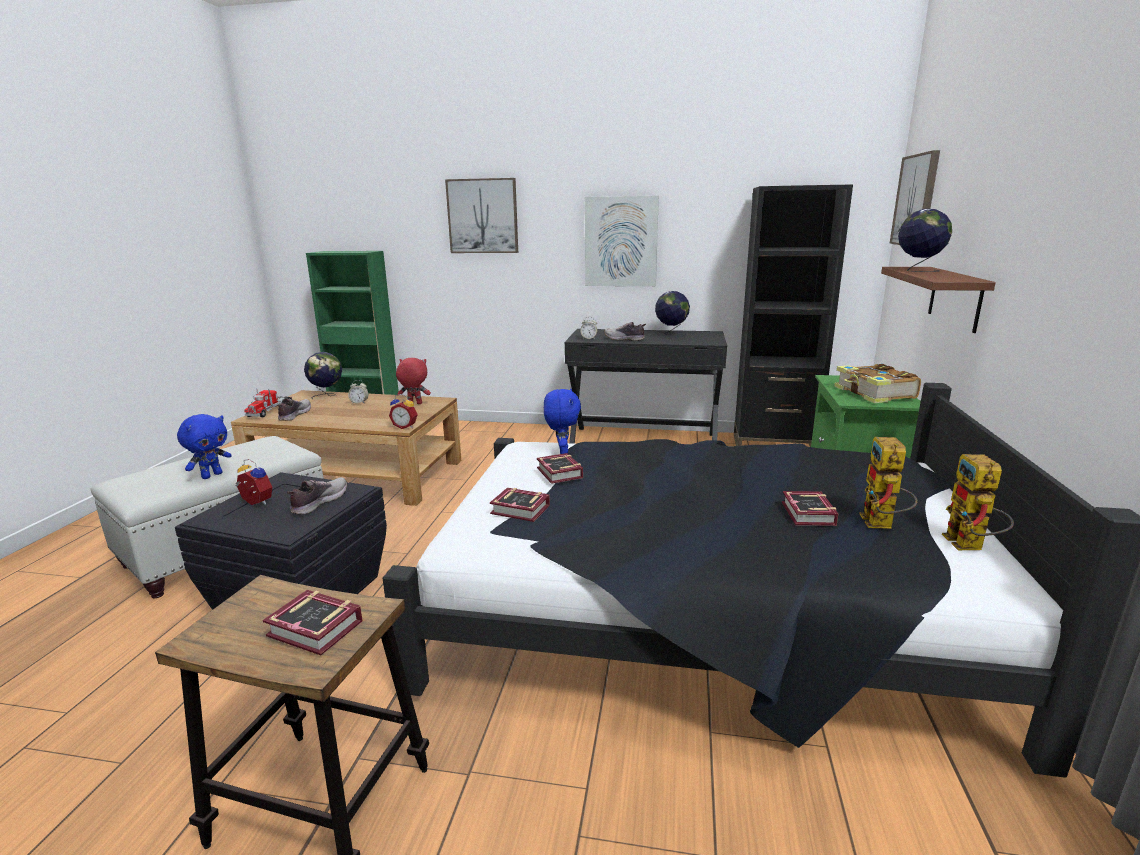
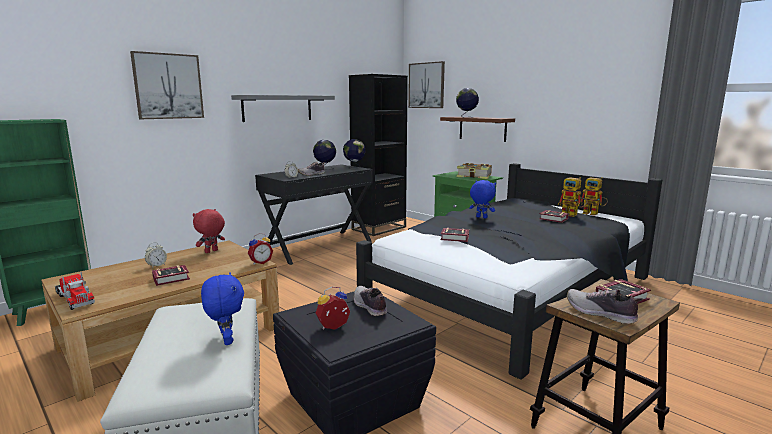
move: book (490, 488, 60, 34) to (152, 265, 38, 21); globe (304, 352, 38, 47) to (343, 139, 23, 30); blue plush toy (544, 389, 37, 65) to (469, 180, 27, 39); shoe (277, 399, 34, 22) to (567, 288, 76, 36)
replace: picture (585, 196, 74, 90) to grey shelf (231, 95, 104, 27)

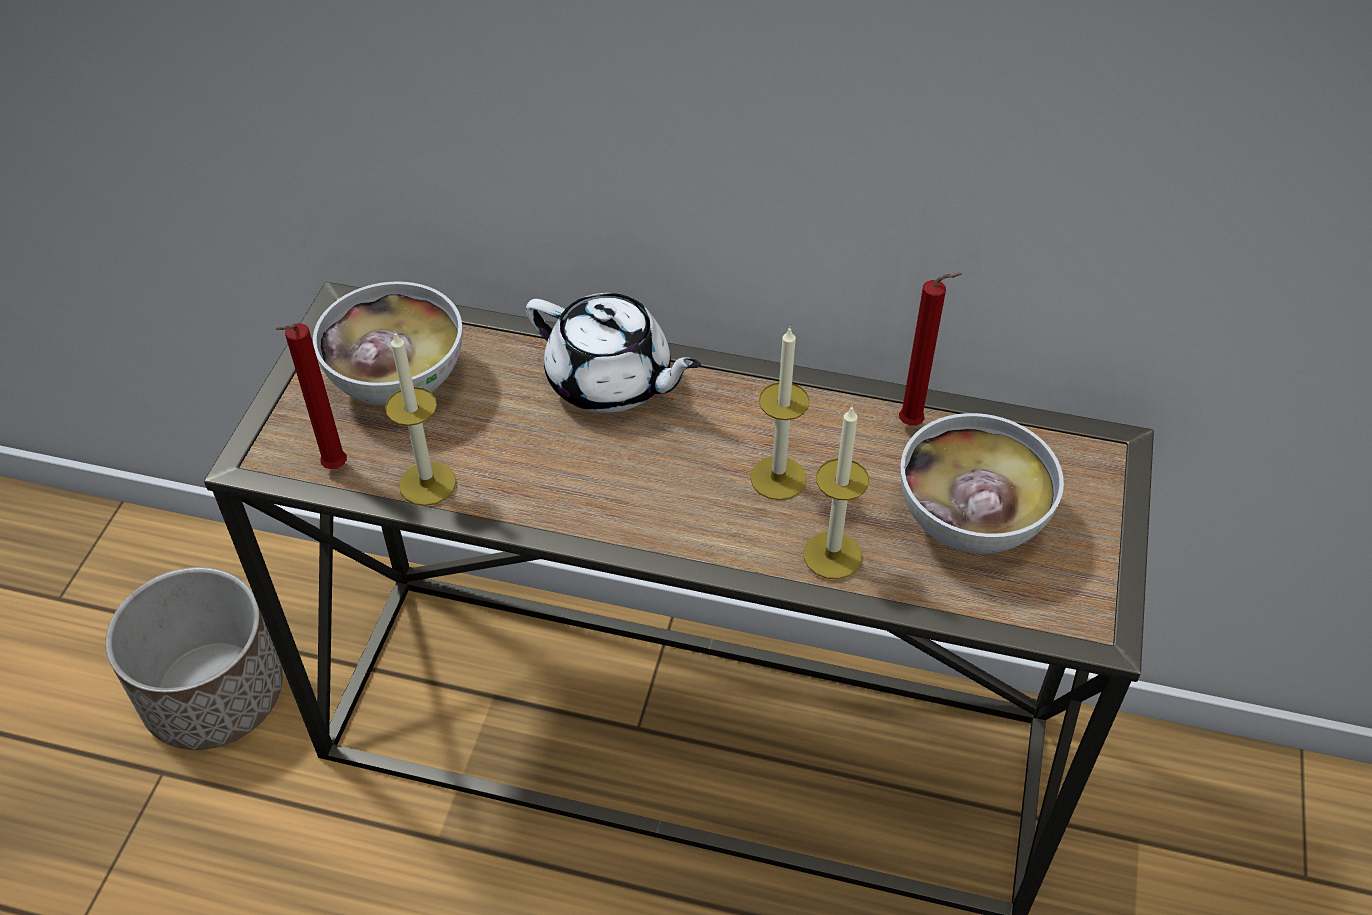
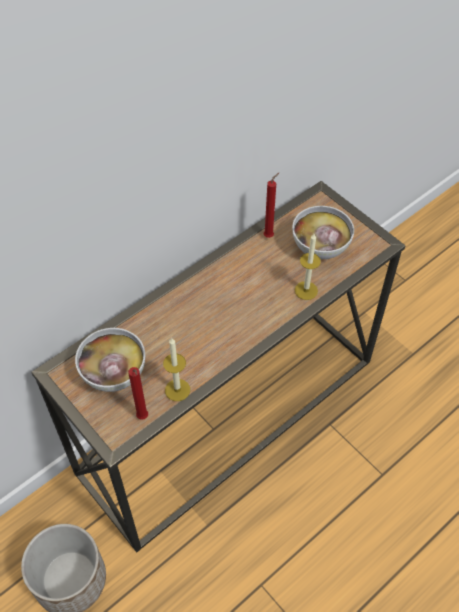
delete: white teapot (526, 293, 175, 120); candle (750, 328, 60, 172)

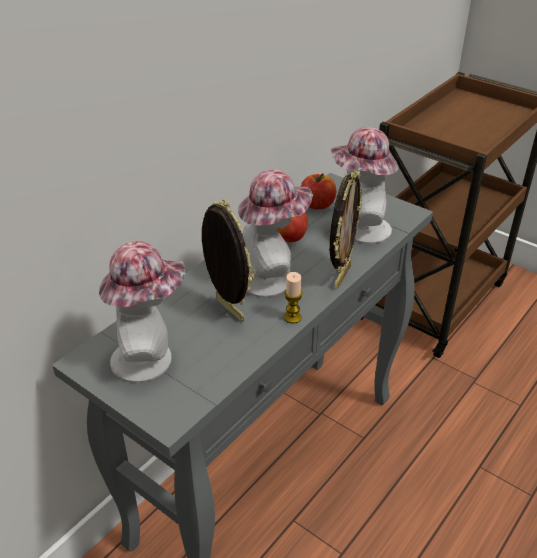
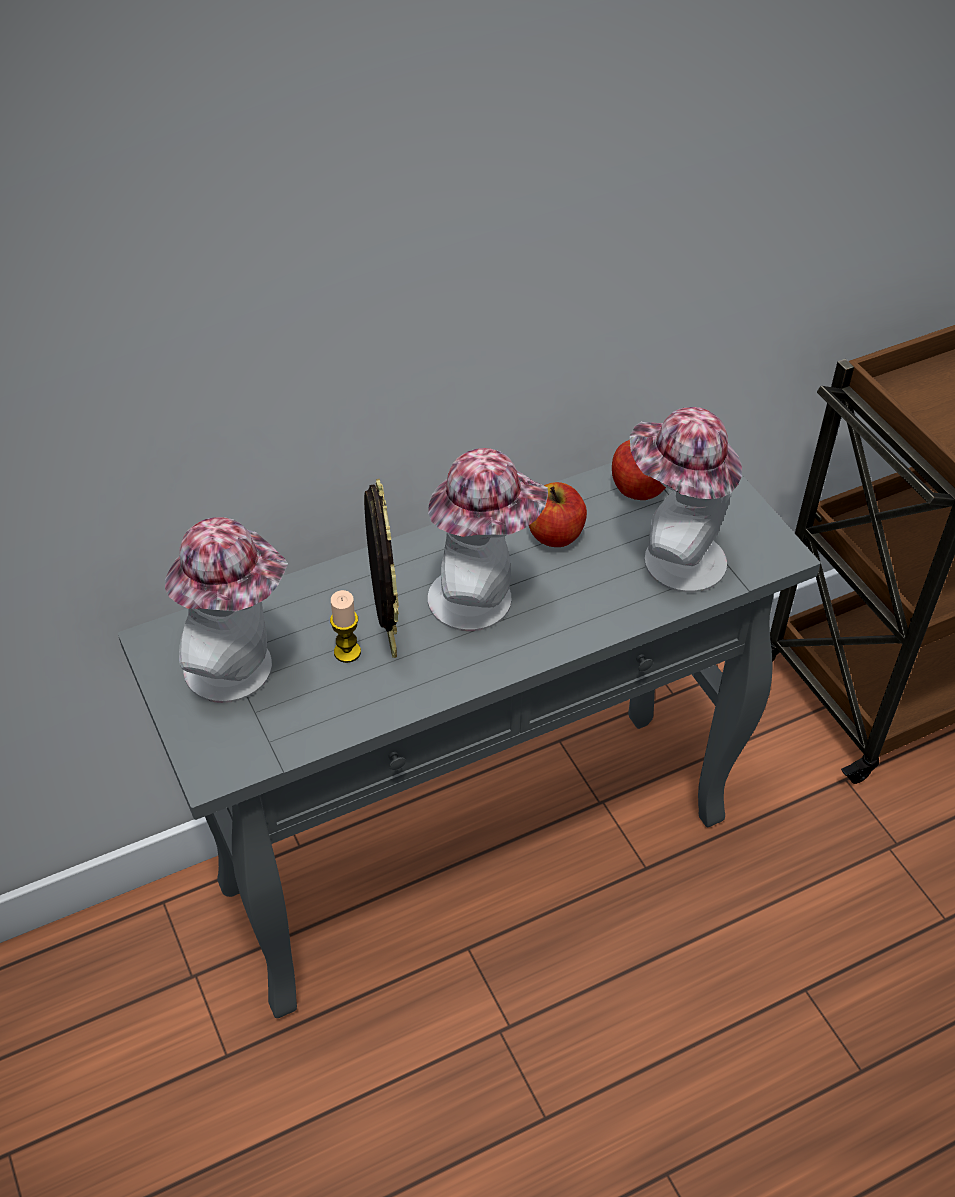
delete: picture frame (330, 170, 32, 119)
move: candle (284, 272, 19, 52) to (330, 590, 31, 73)

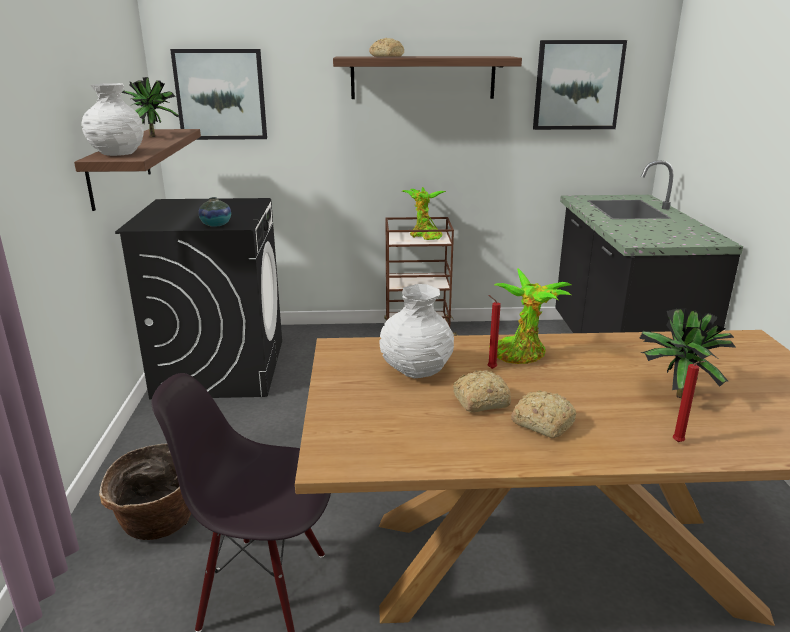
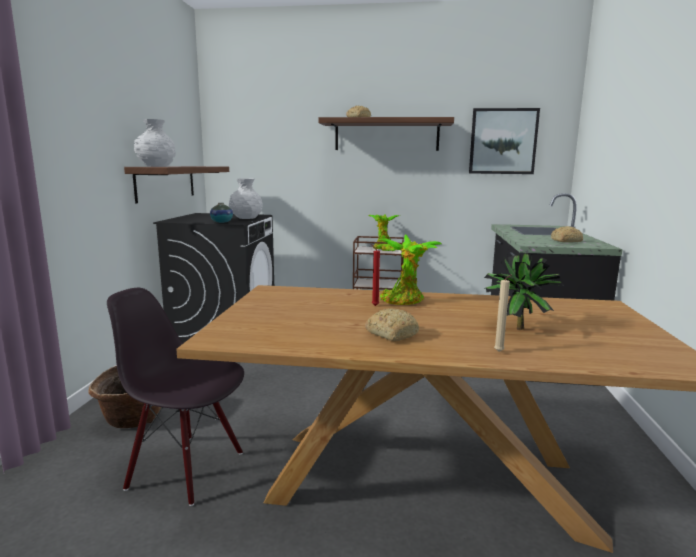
delete: potted plant (122, 77, 57, 60); picture (170, 49, 97, 91)
move: white vase (380, 284, 74, 95) to (229, 178, 34, 41); bread (453, 370, 58, 42) to (551, 226, 32, 16)
recolor: red candle (673, 361, 32, 81) to beige candle (494, 274, 18, 78)

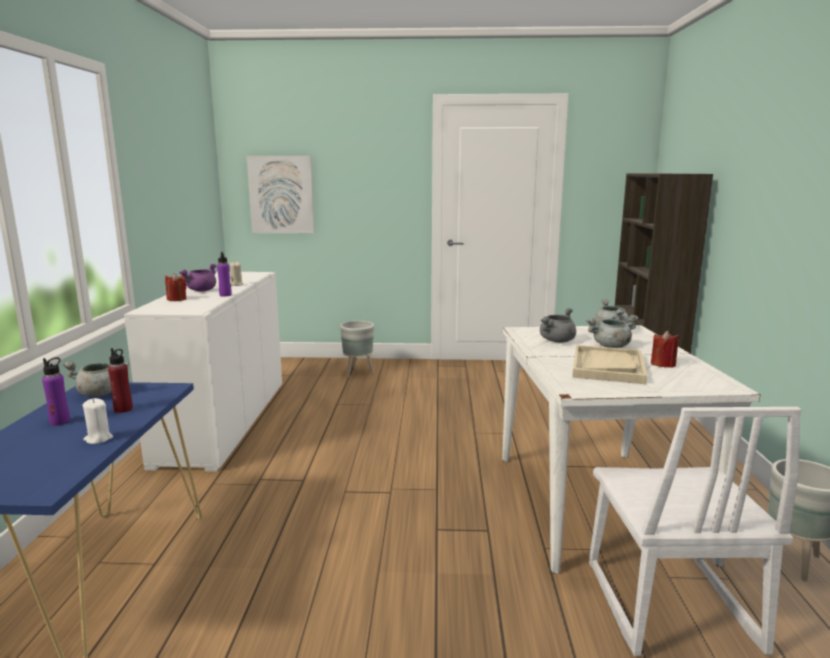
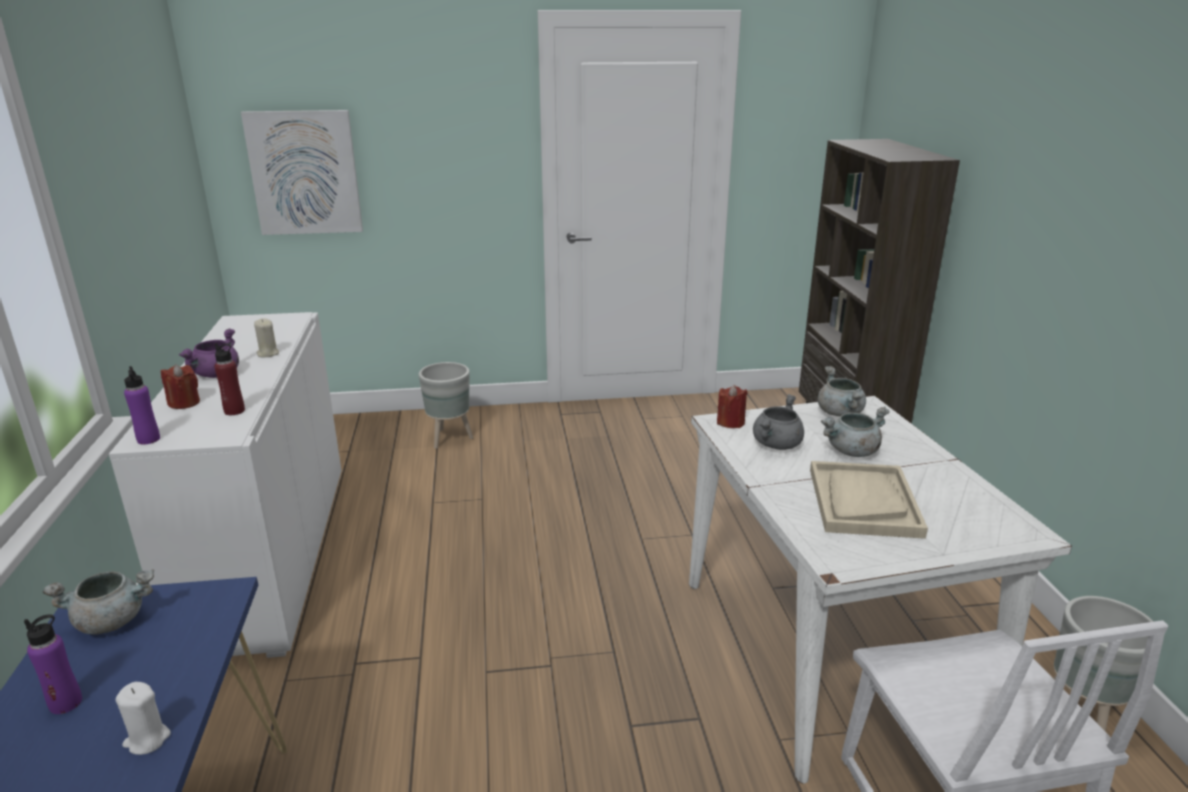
move: purple bottle (217, 252, 15, 44) to (124, 366, 36, 79); red bottle (108, 348, 25, 65) to (214, 343, 31, 72); red candle (651, 331, 28, 37) to (717, 385, 30, 43)

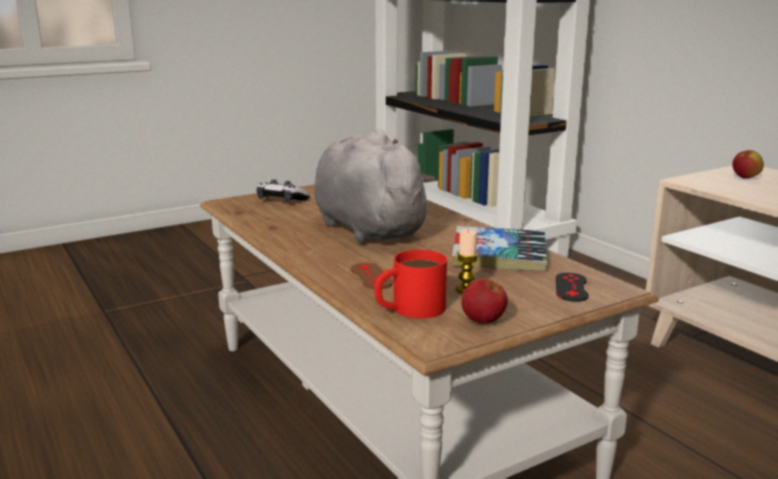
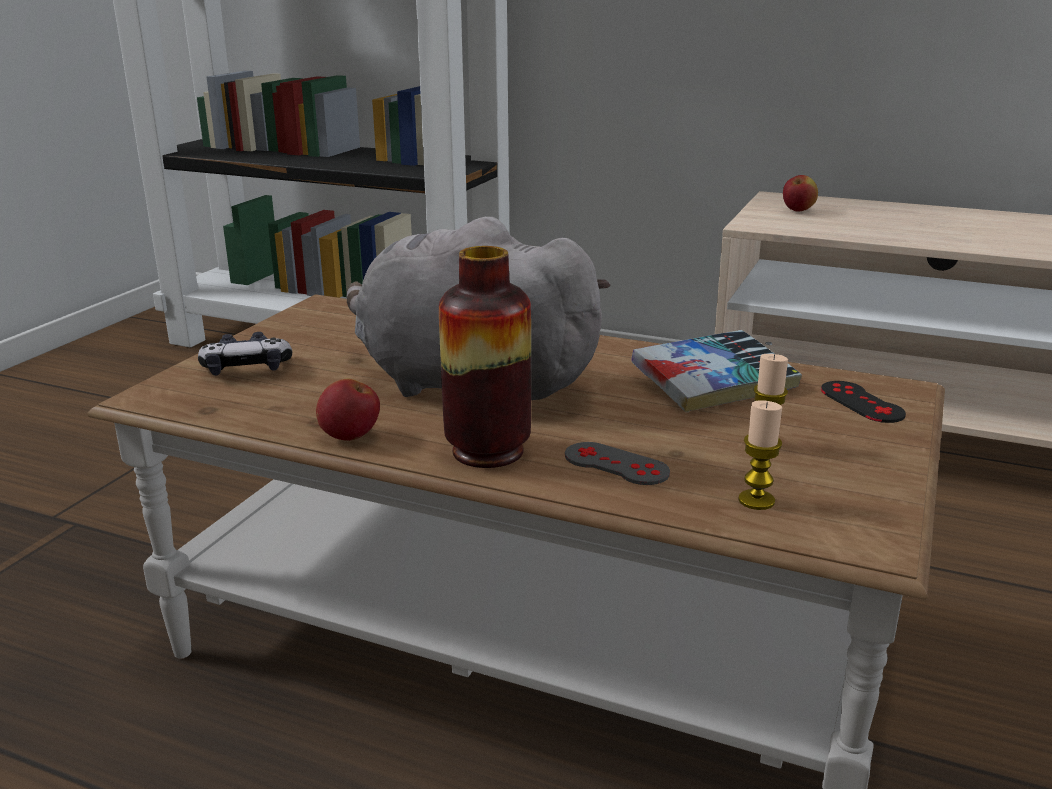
insert: vase (439, 246, 92, 222)
move: apple (462, 279, 46, 45) to (316, 378, 64, 63)
replace: red mug (374, 250, 73, 68) to candle (738, 400, 44, 110)
recolor: brown game controller (351, 263, 42, 26) to grey game controller (565, 442, 105, 43)

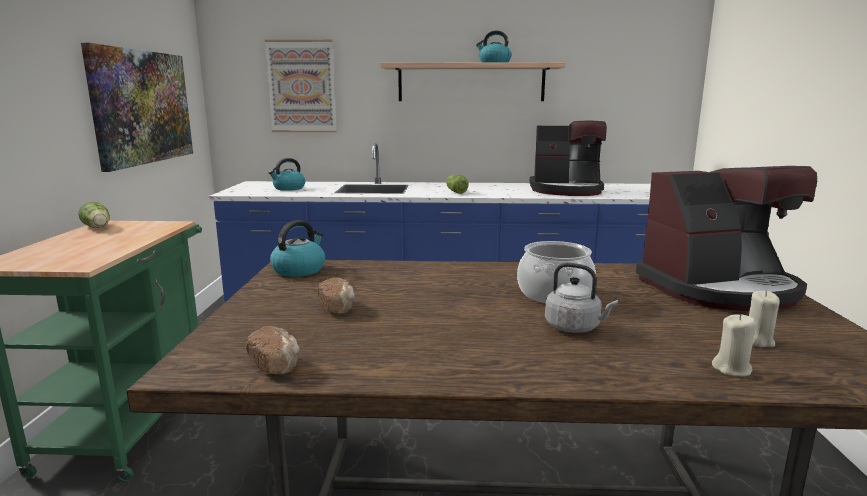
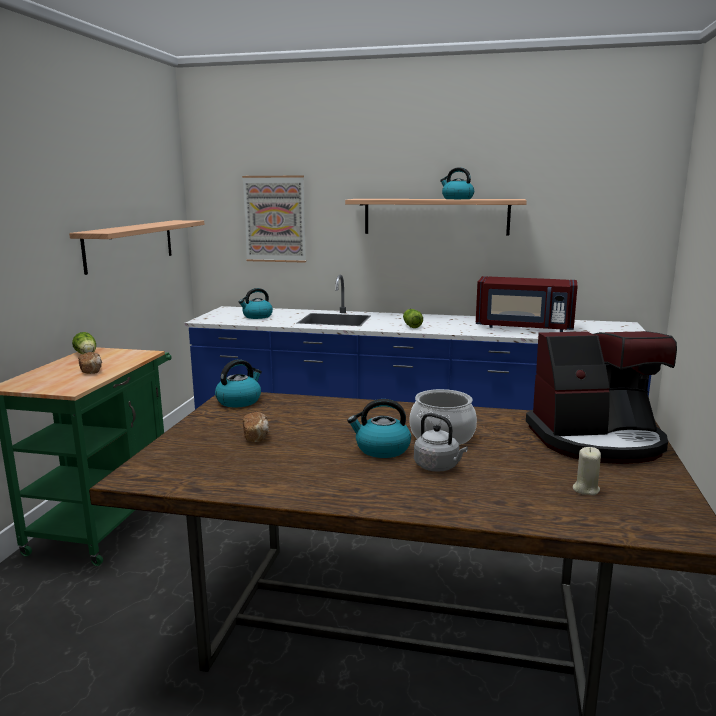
delete: beige candle (712, 314, 44, 63)
insert: kettle (347, 399, 64, 59)
move: bread (246, 326, 53, 48) to (78, 352, 24, 22)
replace: picture (81, 43, 112, 129) to shelf (69, 220, 135, 55); coffee machine (529, 121, 78, 75) to red microwave (476, 276, 102, 56)

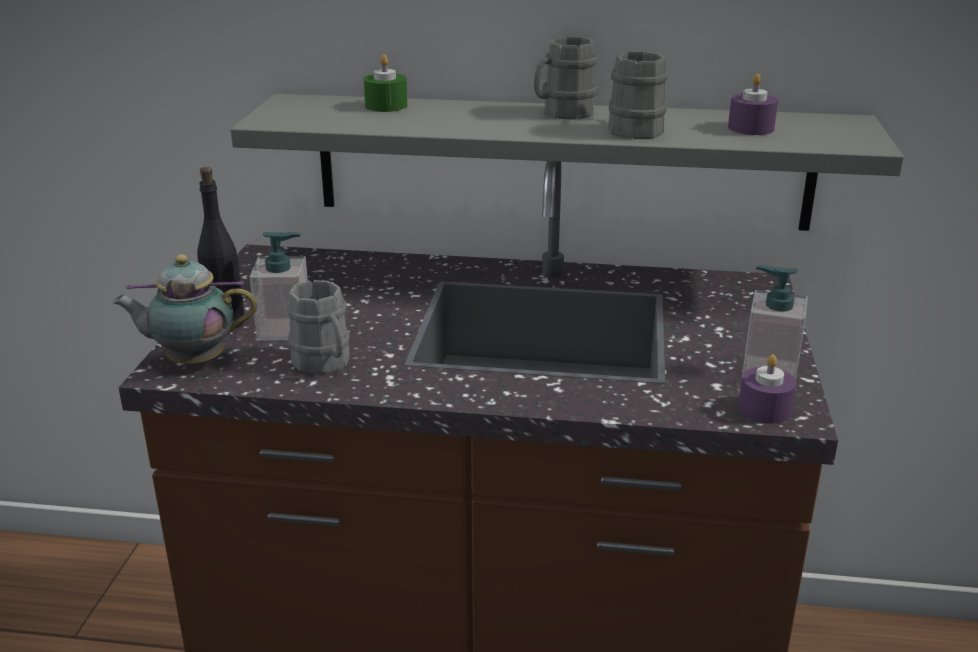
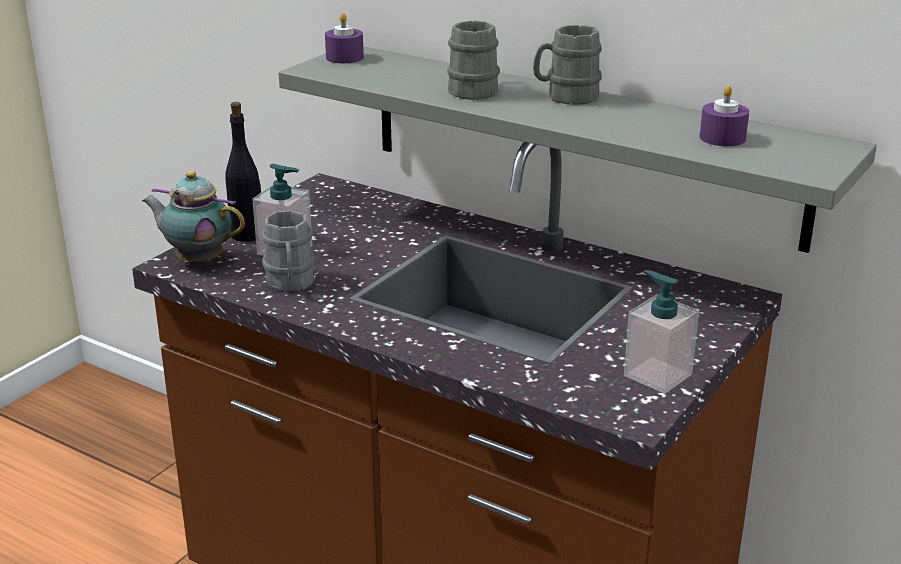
delete: green candle (364, 55, 43, 57)
move: purple candle (739, 354, 58, 70) to (325, 13, 39, 50); grey mug (608, 51, 59, 88) to (447, 21, 53, 79)

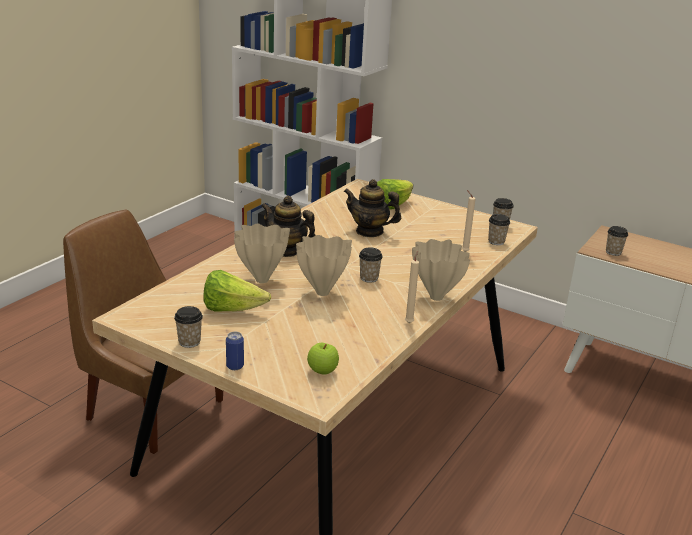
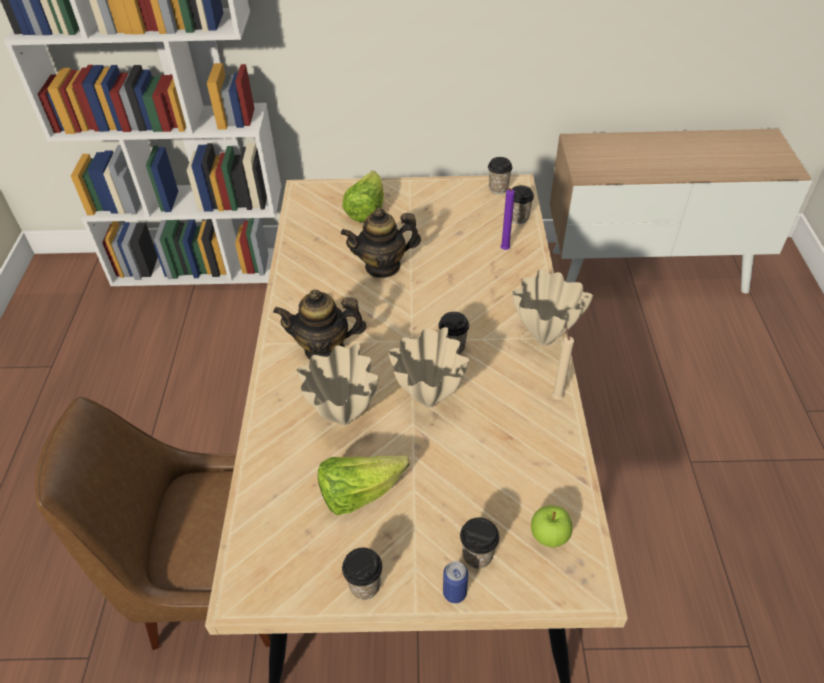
move: cup (606, 226, 22, 30) to (460, 517, 39, 51)
recolor: beige candle (462, 190, 13, 62) to purple candle (501, 184, 14, 66)

